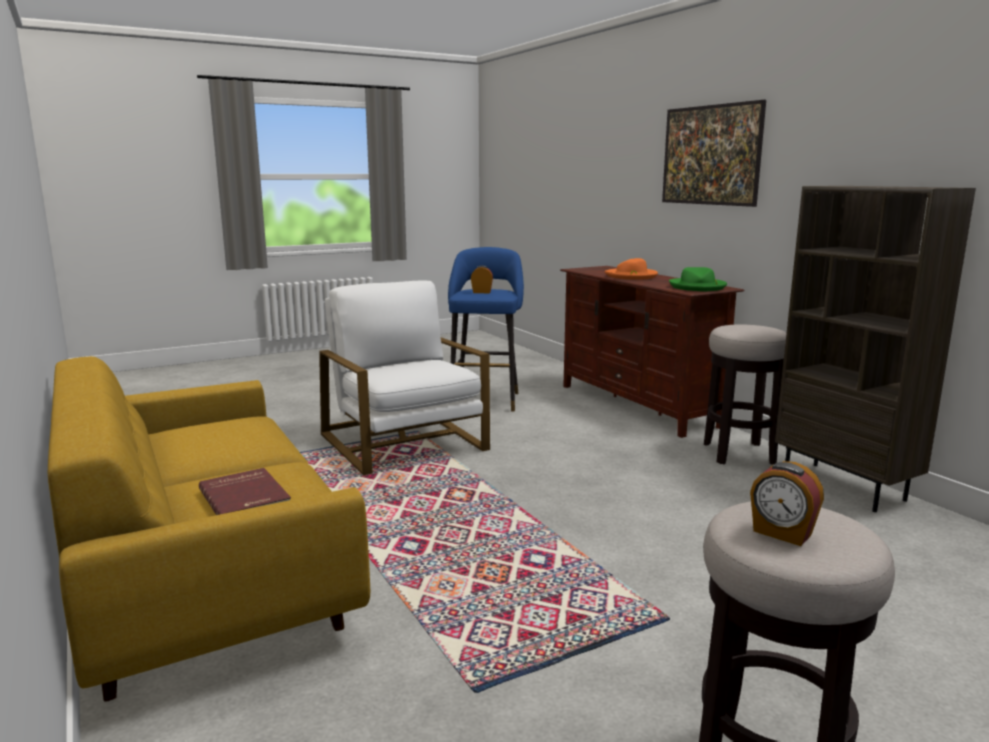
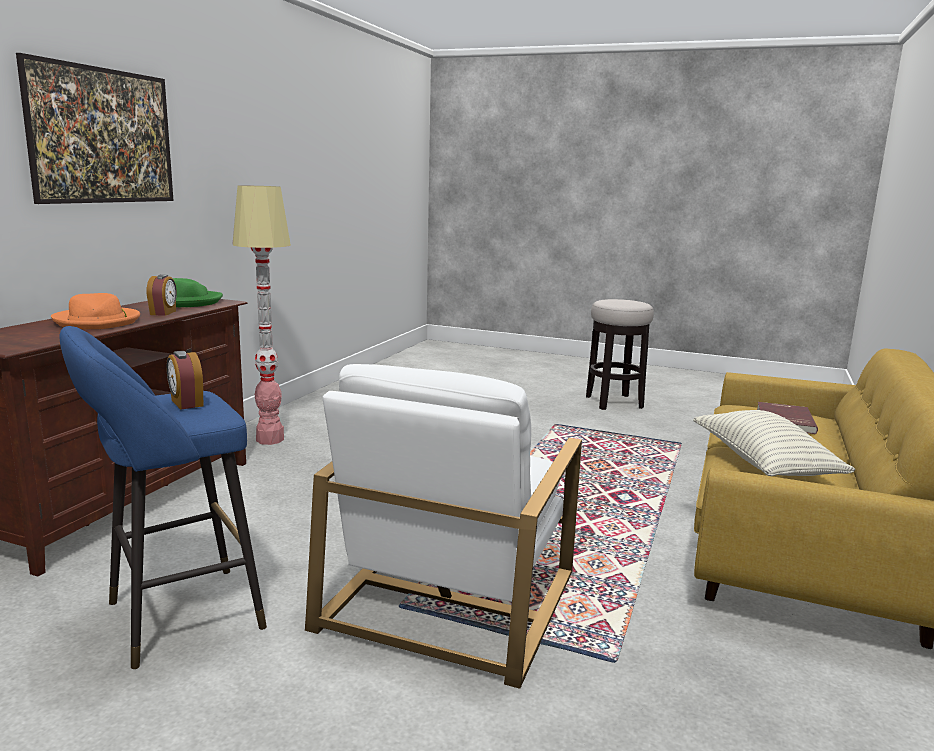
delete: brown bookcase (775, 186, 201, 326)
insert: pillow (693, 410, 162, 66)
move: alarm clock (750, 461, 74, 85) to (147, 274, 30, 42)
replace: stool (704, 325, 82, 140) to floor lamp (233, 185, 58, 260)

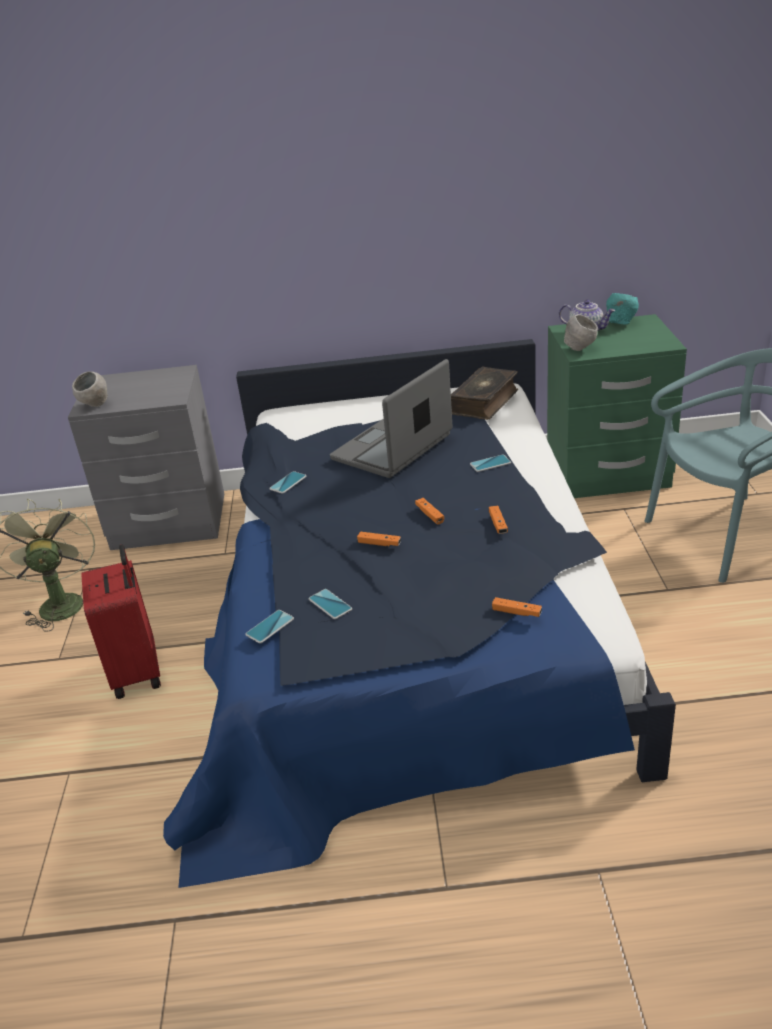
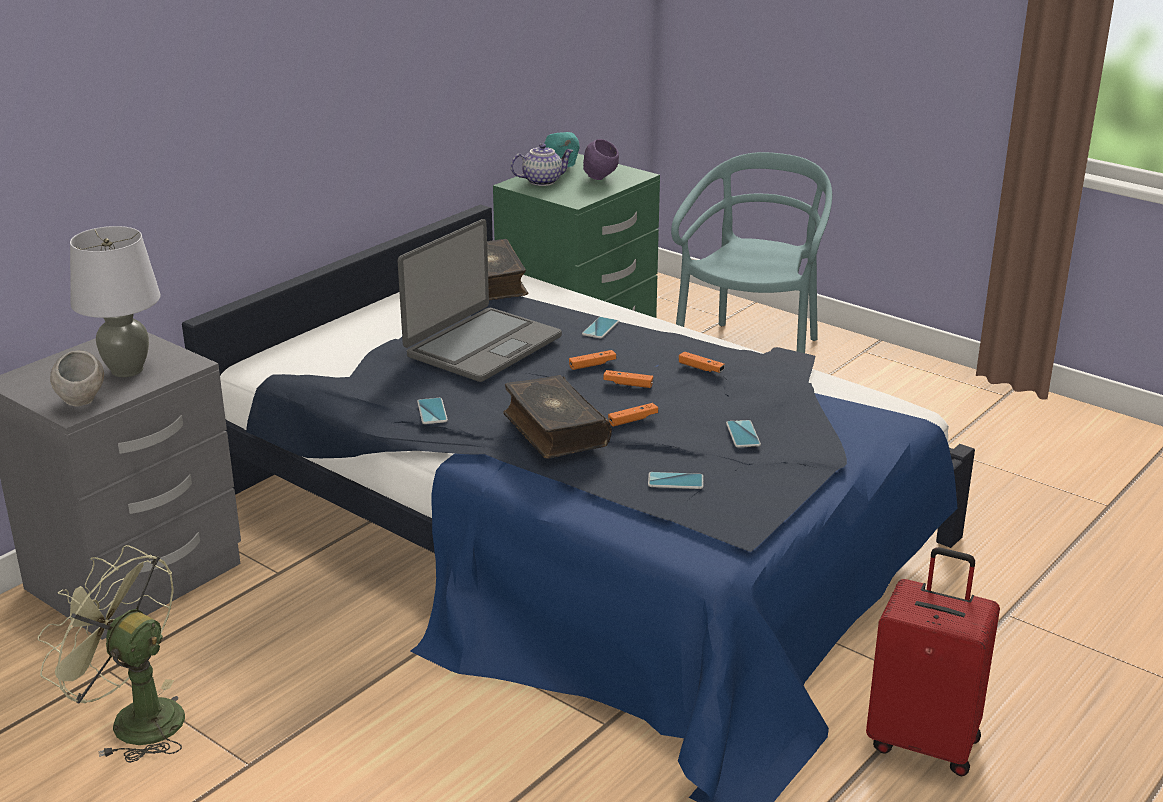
delete: grey bowl (564, 314, 34, 37)
insert: grey table lamp (70, 226, 91, 151); book (503, 375, 109, 83); purple bowl (583, 139, 36, 41)
move: orange game controller (492, 597, 50, 20) to (569, 350, 47, 20); phone (245, 610, 49, 33) to (726, 420, 35, 28); red suitcase (81, 544, 80, 155) to (866, 547, 134, 229)
rotate: laptop (330, 359, 122, 119) = (398, 219, 164, 163) 135 degrees counterclockwise

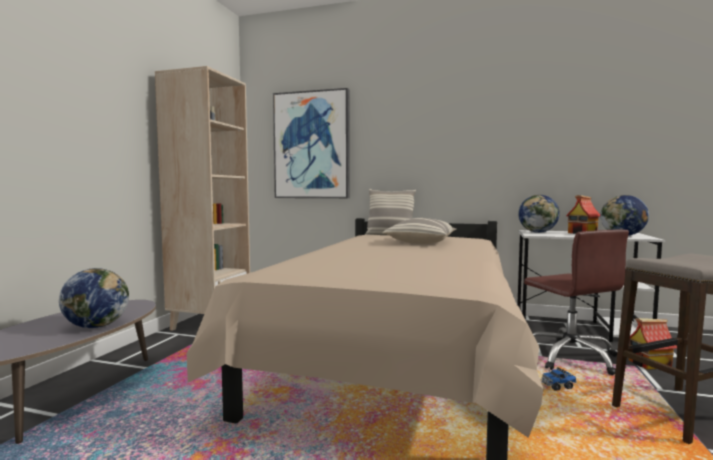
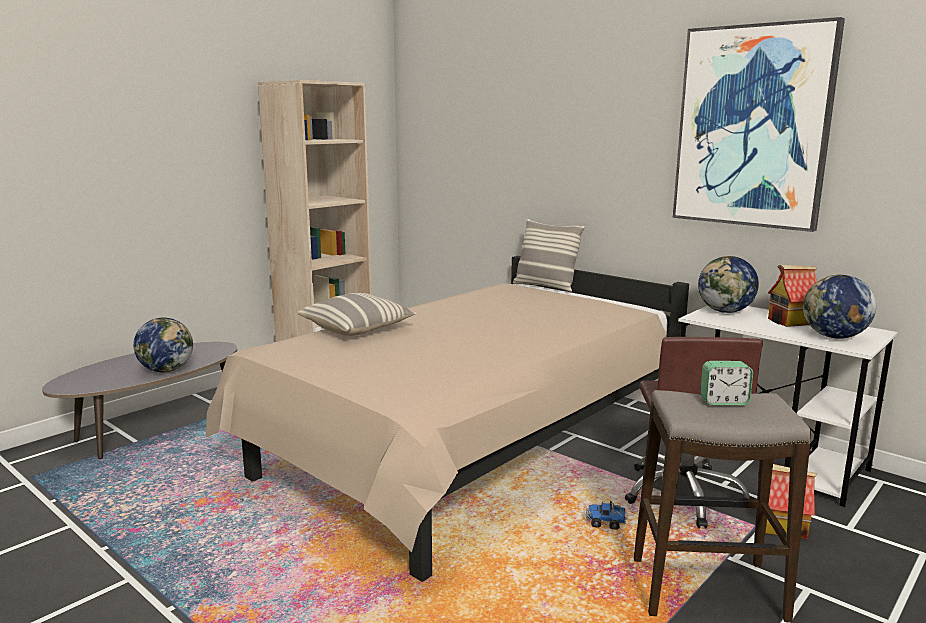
insert: alarm clock (700, 361, 53, 44)
move: pillow (383, 218, 73, 26) to (297, 293, 120, 43); picture (273, 88, 77, 110) to (673, 17, 172, 215)

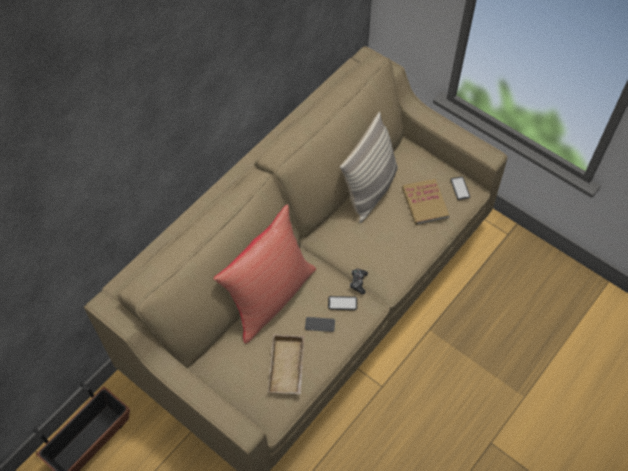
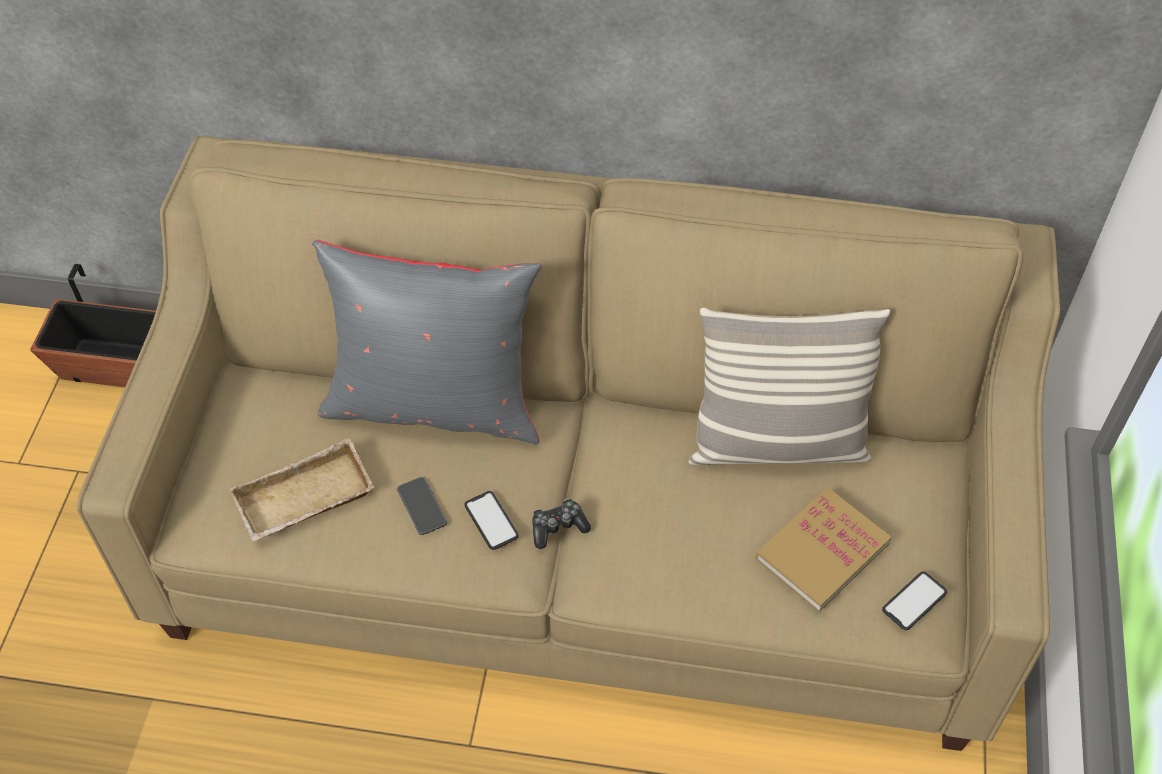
recolor: red pillow (214, 204, 102, 140) to grey pillow (312, 240, 230, 204)

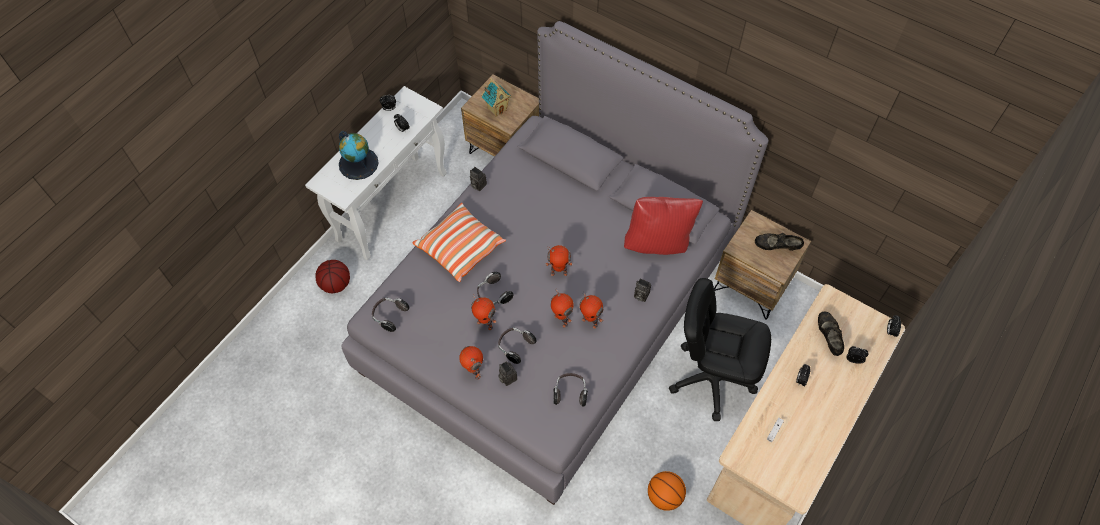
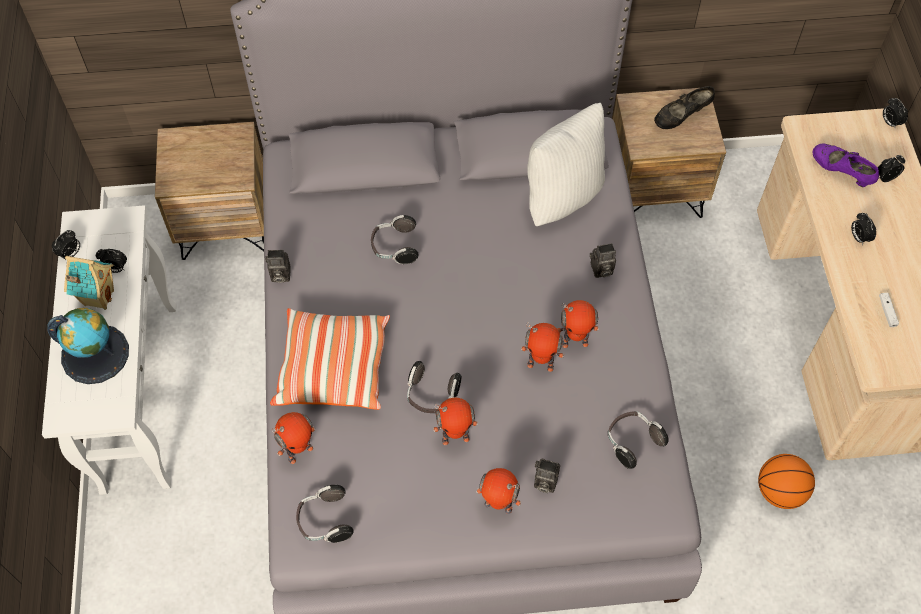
delete: basketball (315, 260, 35, 33); black office chair (669, 278, 102, 143)
move: toy house (482, 78, 29, 39) to (64, 256, 50, 54); toy robot (545, 245, 28, 31) to (272, 412, 43, 52); headphones (498, 328, 38, 36) to (371, 215, 47, 49)
recolor: red pillow (624, 197, 79, 58) to white pillow (527, 103, 78, 123); black shoe (818, 311, 26, 45) to purple shoe (813, 143, 66, 44)

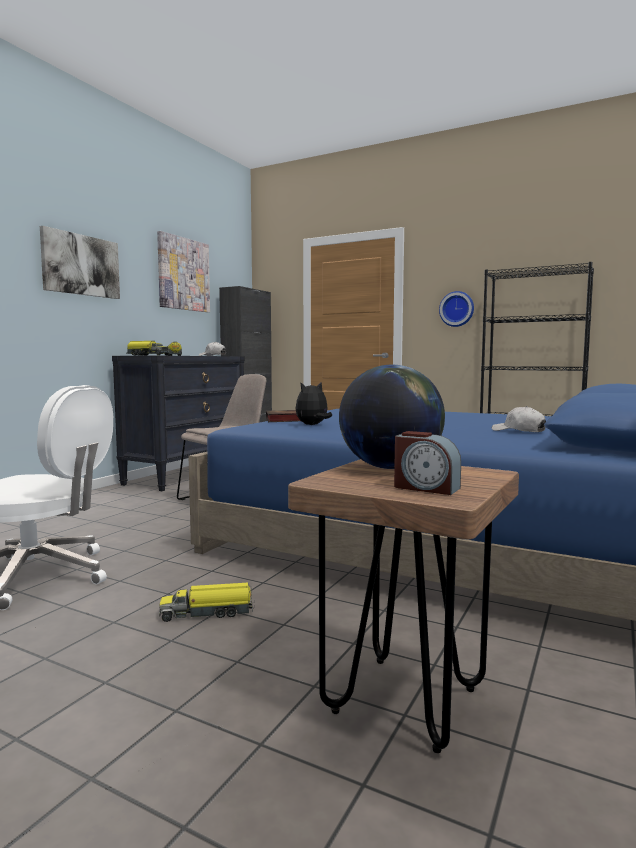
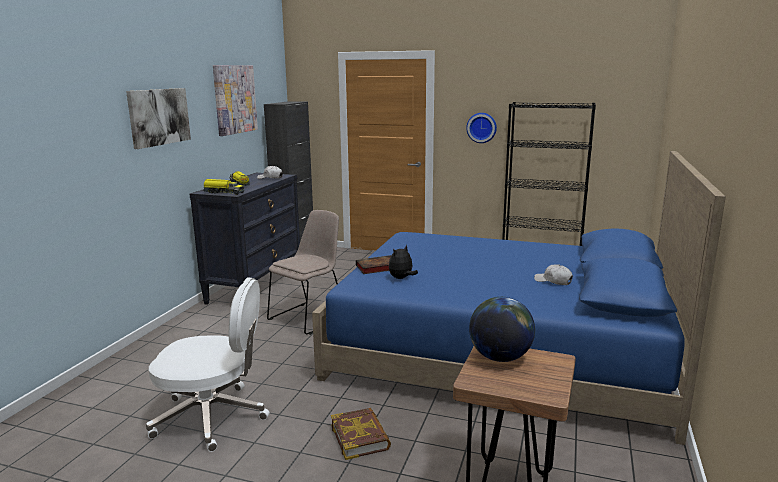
delete: alarm clock (394, 431, 67, 64)
replace: toy truck (160, 583, 95, 39) to book (331, 408, 60, 52)

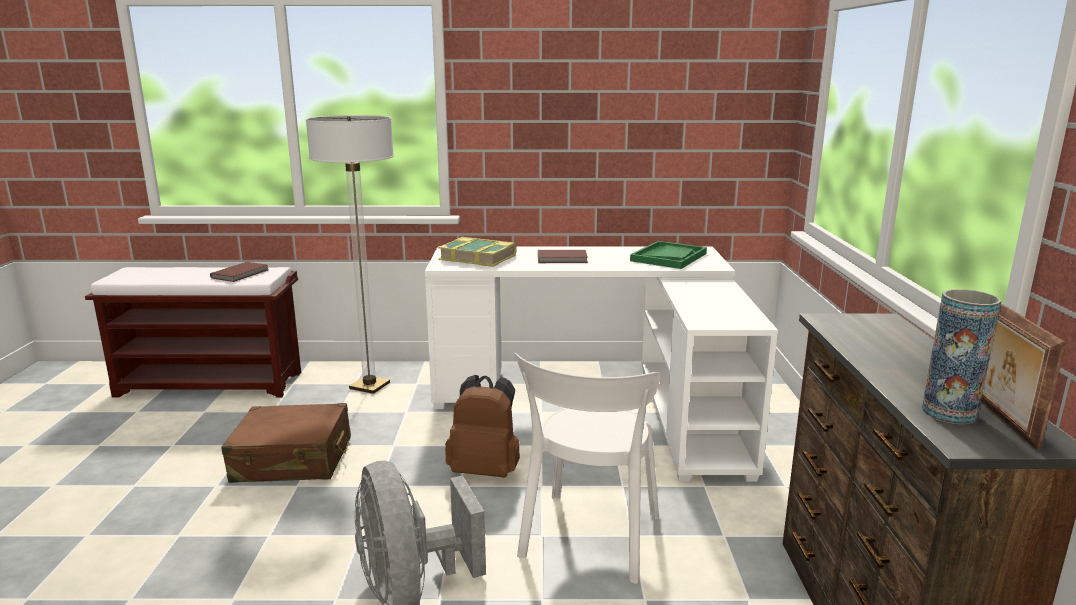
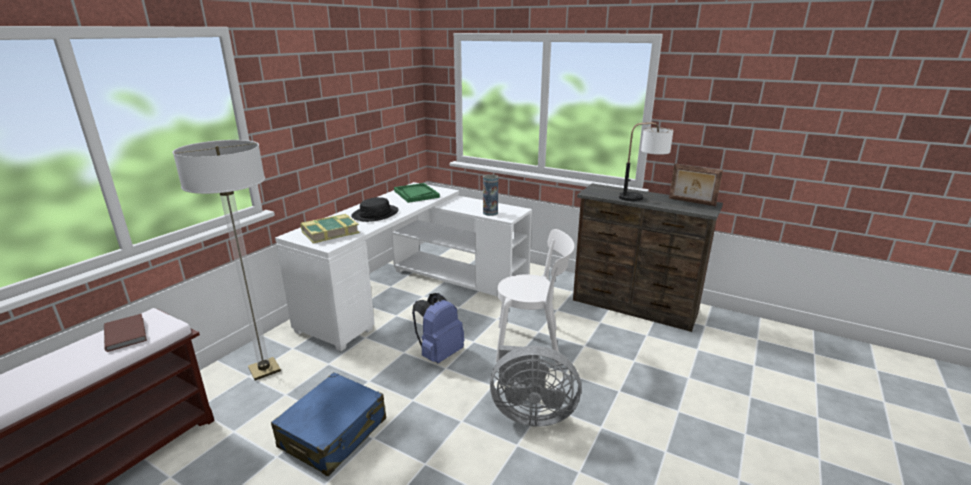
insert: table lamp (619, 122, 54, 79)
move: vase (922, 289, 79, 135) to (483, 174, 15, 42)
replace: brown book (538, 250, 50, 13) to black hat (351, 197, 48, 25)
recolor: brown suitcase (221, 403, 130, 80) to blue suitcase (271, 372, 115, 104); brown backpack (445, 375, 75, 103) to blue backpack (412, 293, 52, 70)
rotate: white chair (515, 353, 146, 231) = (496, 229, 78, 136) 45 degrees counterclockwise

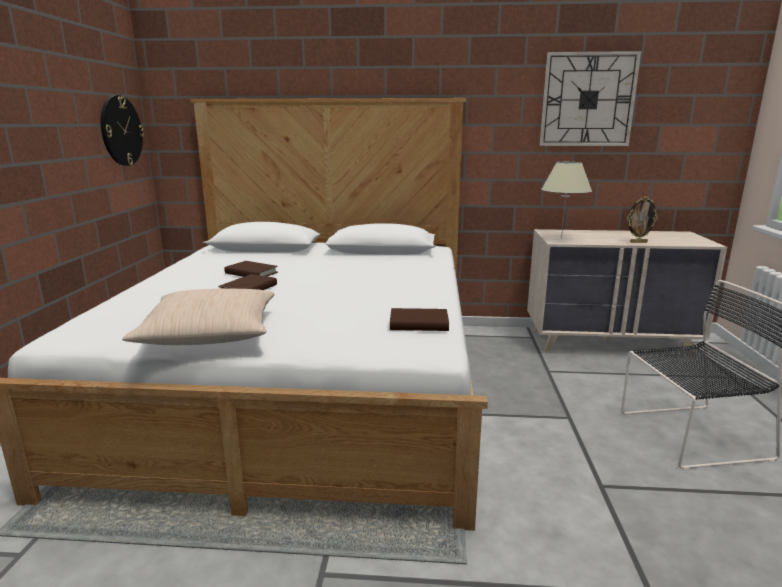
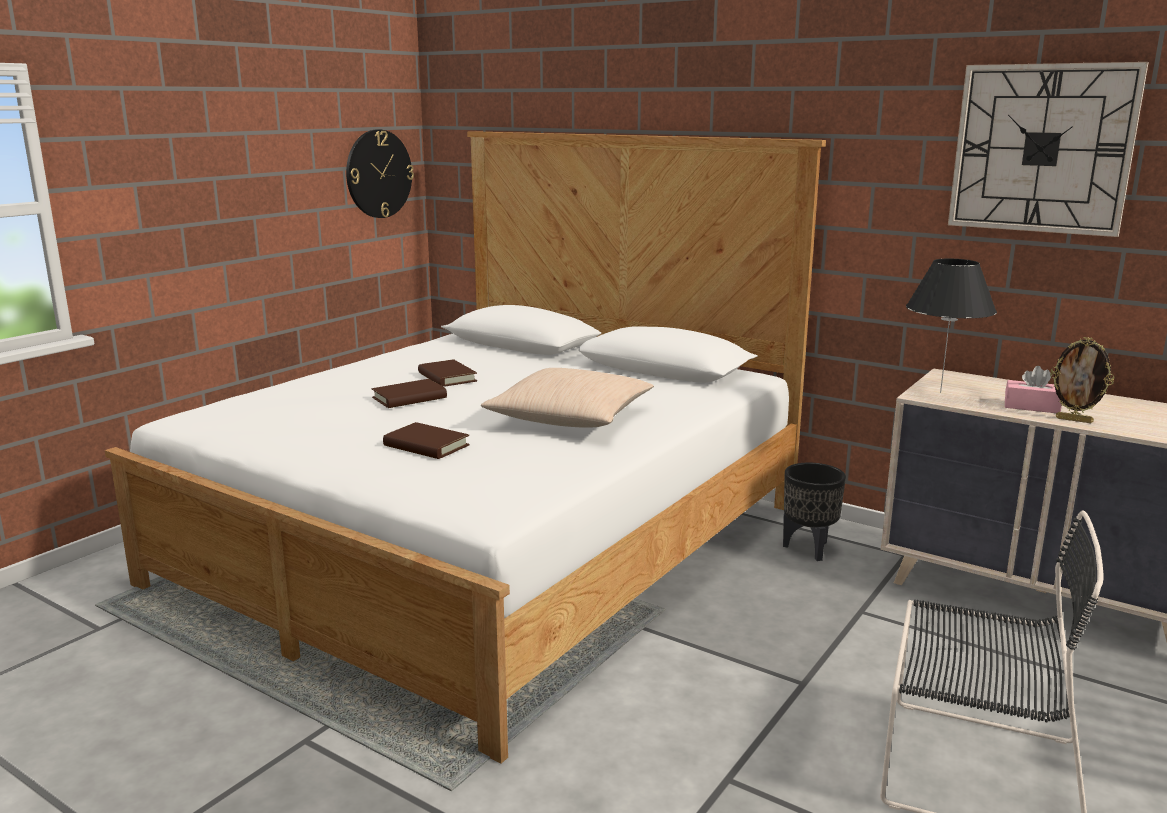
insert: black planter (783, 463, 63, 98); pink tissue box (1005, 366, 57, 47)
move: brown book (390, 308, 59, 23) to (383, 422, 87, 37); beige pillow (122, 289, 152, 56) to (481, 368, 173, 60)
recolor: beige table lamp (541, 162, 51, 77) to black table lamp (906, 259, 91, 134)

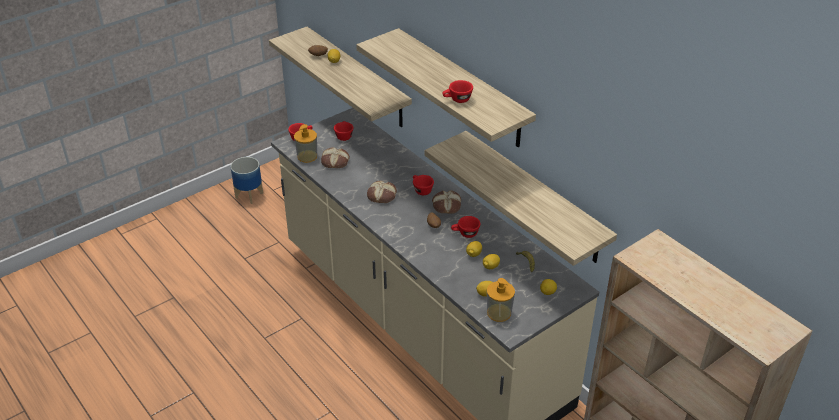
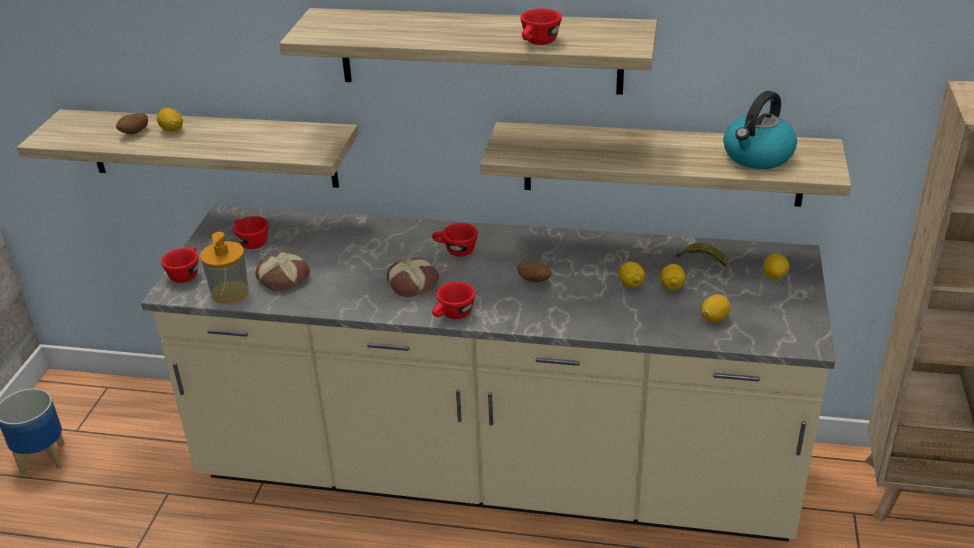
delete: bread (432, 190, 29, 24); soap dispenser (487, 278, 28, 44)
insert: kettle (723, 91, 74, 78)
move: red cup (451, 216, 29, 22) to (432, 282, 43, 37)

